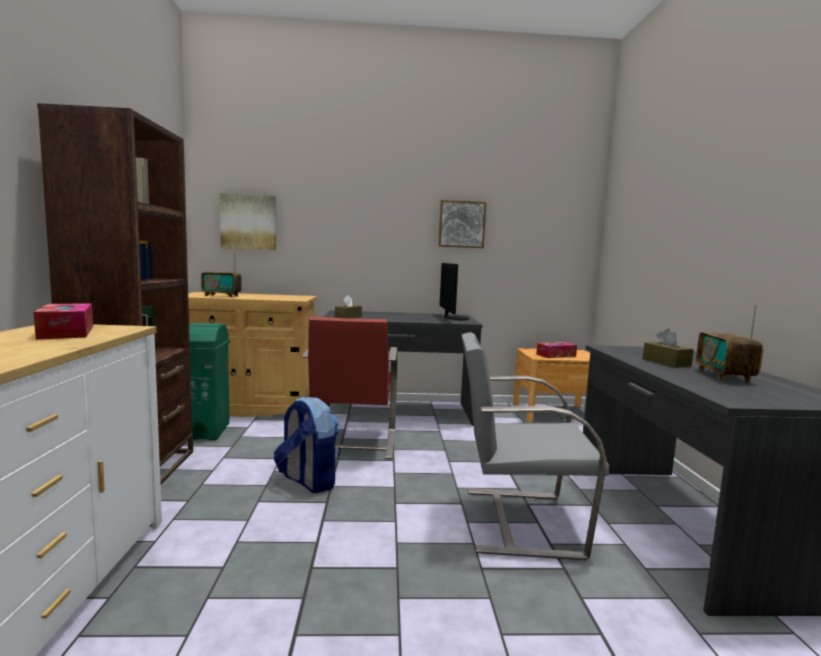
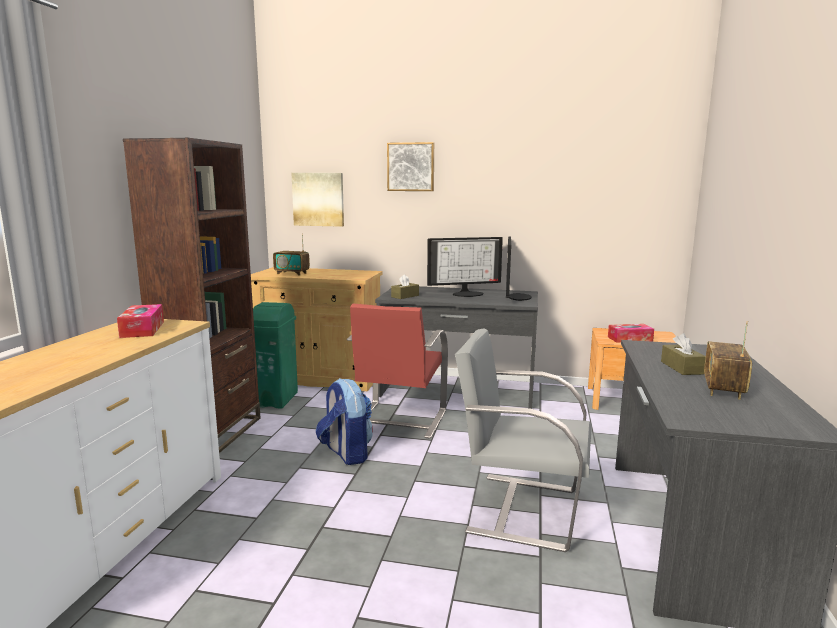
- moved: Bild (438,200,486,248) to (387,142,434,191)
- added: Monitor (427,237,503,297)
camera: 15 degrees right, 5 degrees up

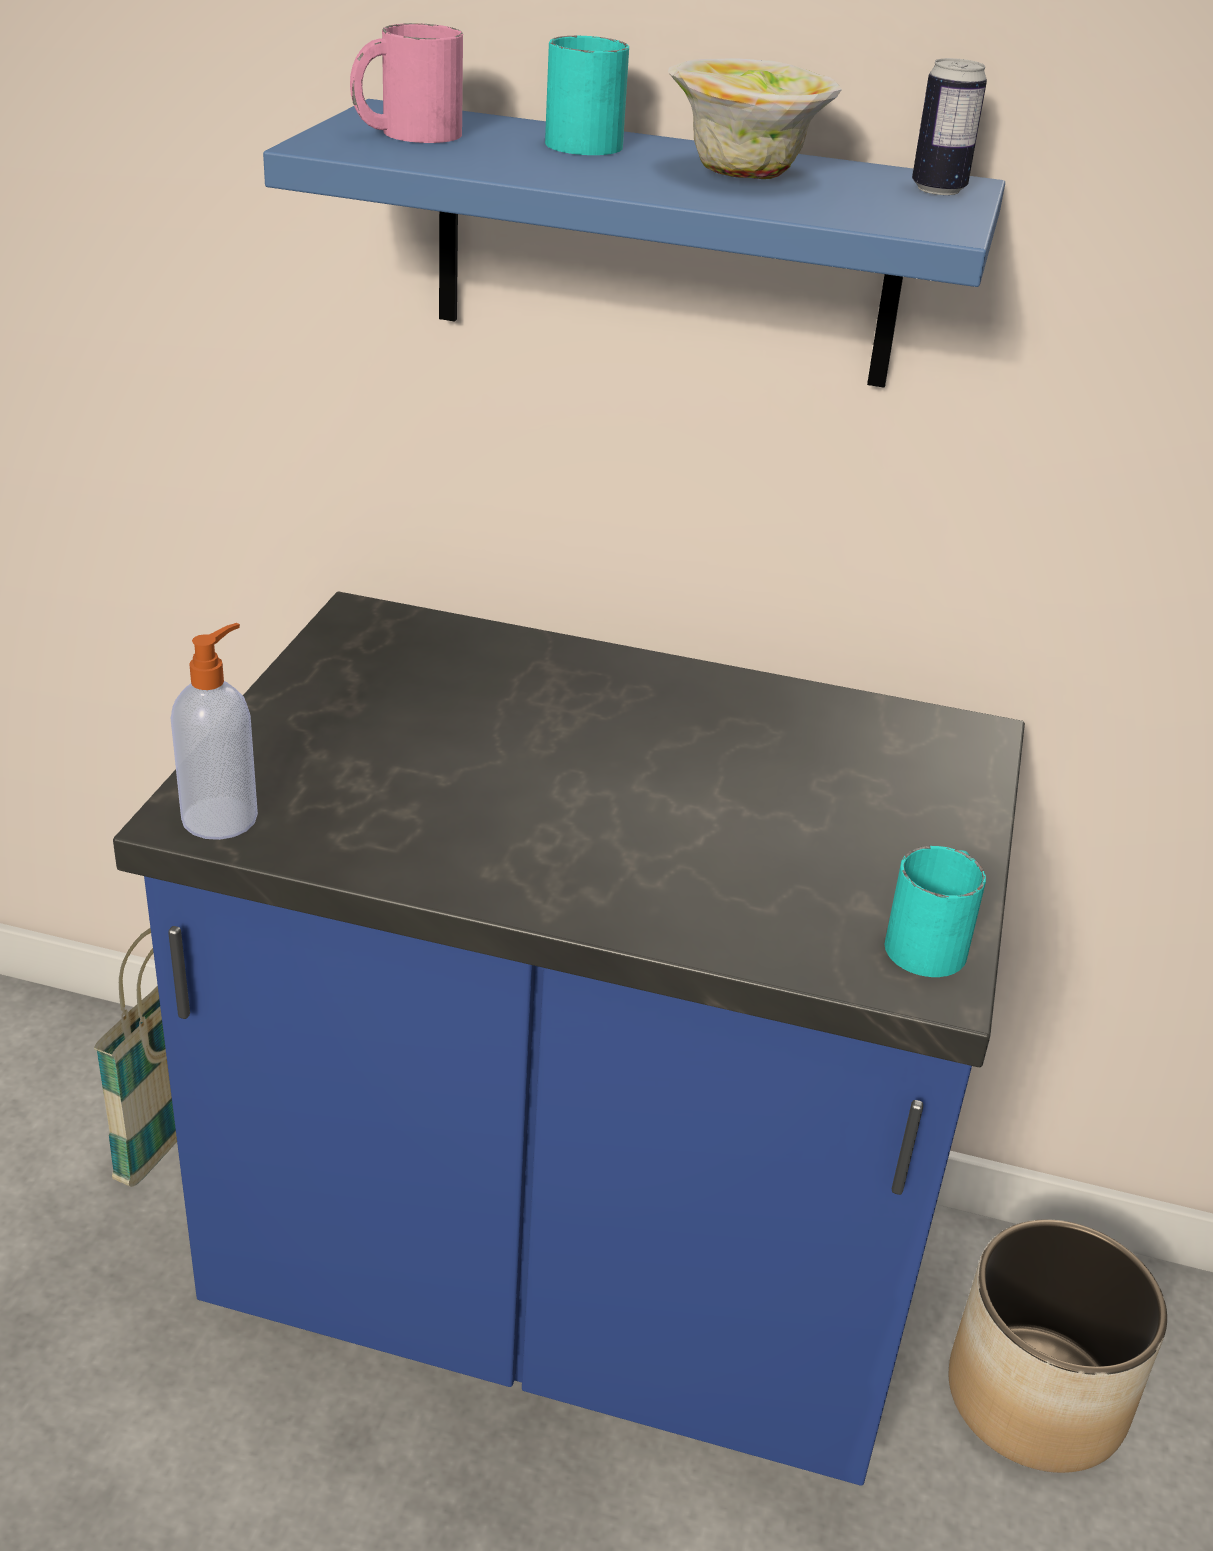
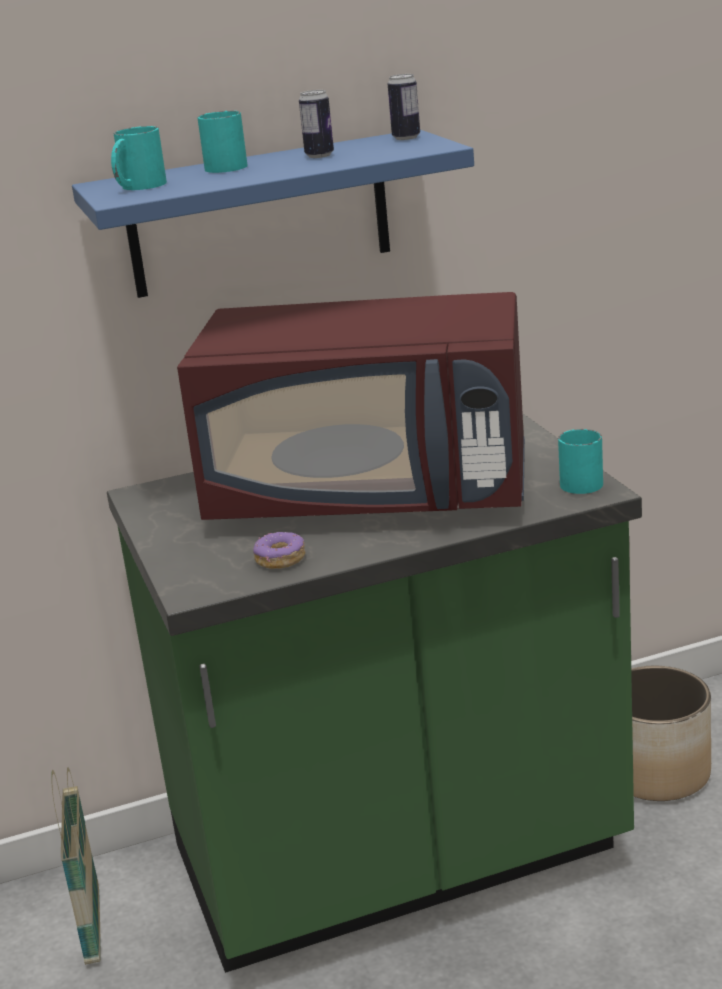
- recoloured: Küchenzeile (blau) (113,592,1025,1486) to Küchenzeile (grün) (107,414,642,973)
- removed: Seifenspender (171,623,258,840)
- recoloured: Henkelbecher (rosa) (350,23,463,143) to Henkelbecher (türkis) (111,126,167,190)
- replaced: Schüssel (668,58,842,179) to Dose (299,90,334,158)
- added: Mikrowelle (rot) (177,292,525,520)
- added: Donut (253,532,305,569)
camera: 30 degrees left, 10 degrees down

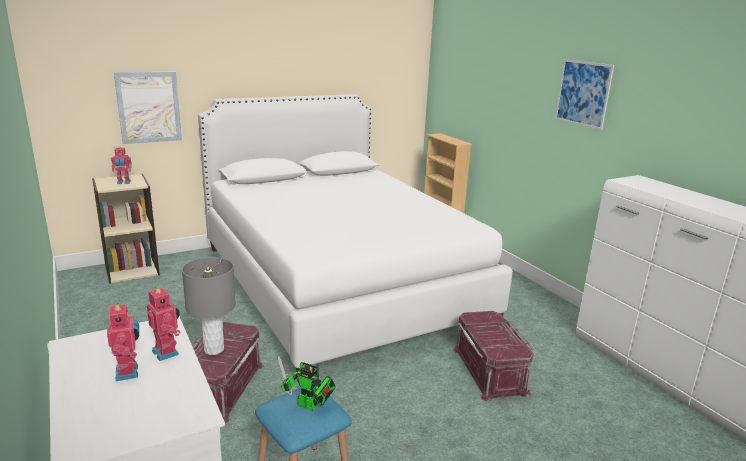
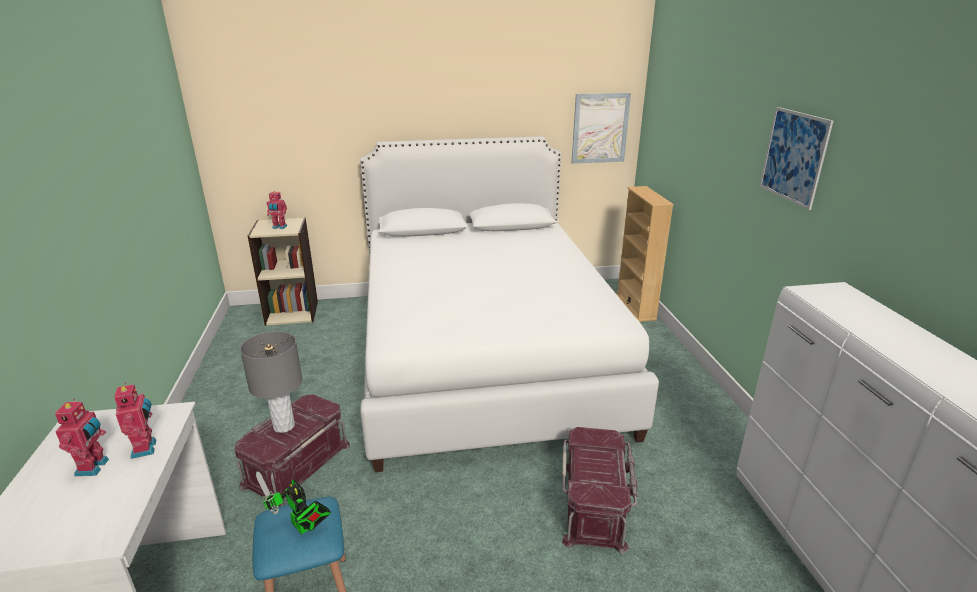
- moved: Bild (114,72,182,144) to (572,93,631,164)
camera: 20 degrees right, 5 degrees up

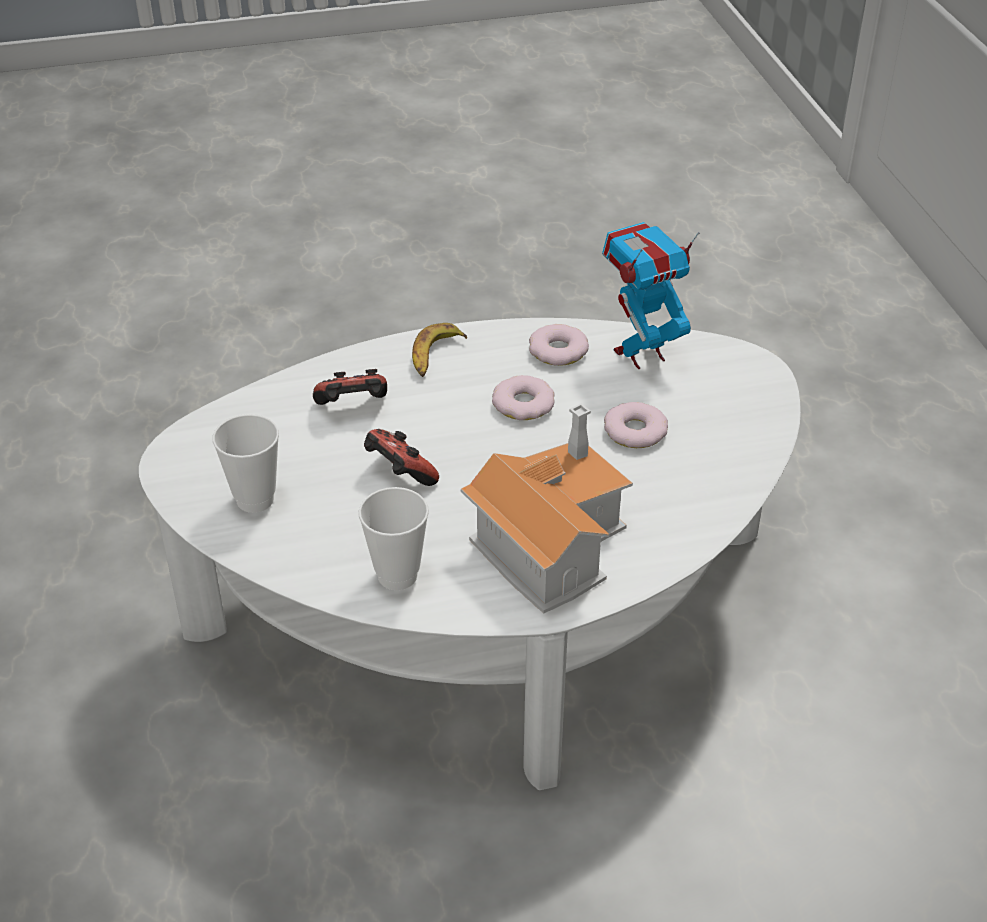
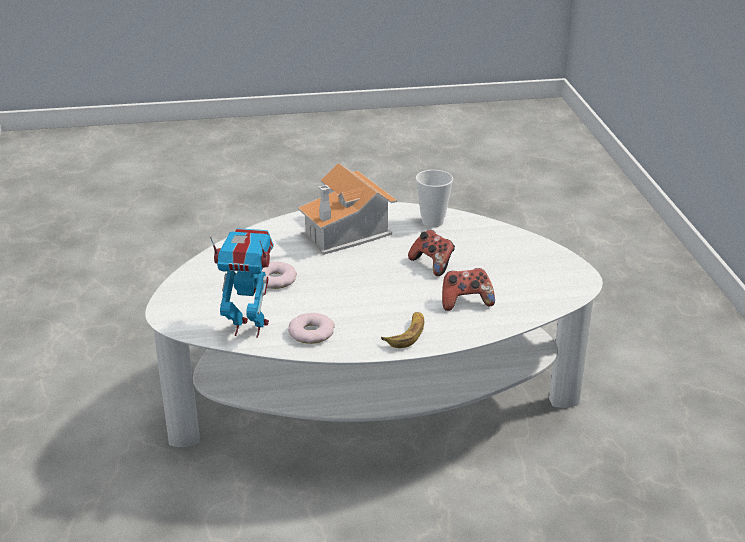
- removed: Tasse (213,414,279,513)
- removed: Donut (492,375,555,420)
- turned: Spielzeugroboter (602,222,699,369) = (210,228,274,338) 150 degrees counterclockwise
camera: 175 degrees left, 10 degrees down

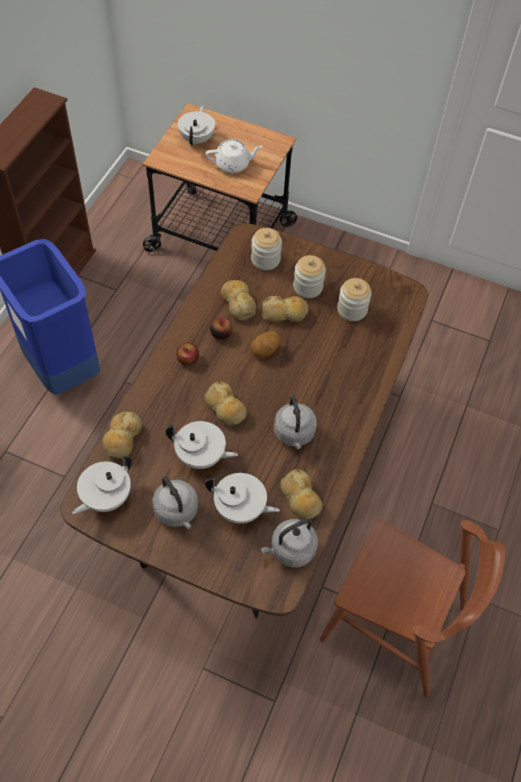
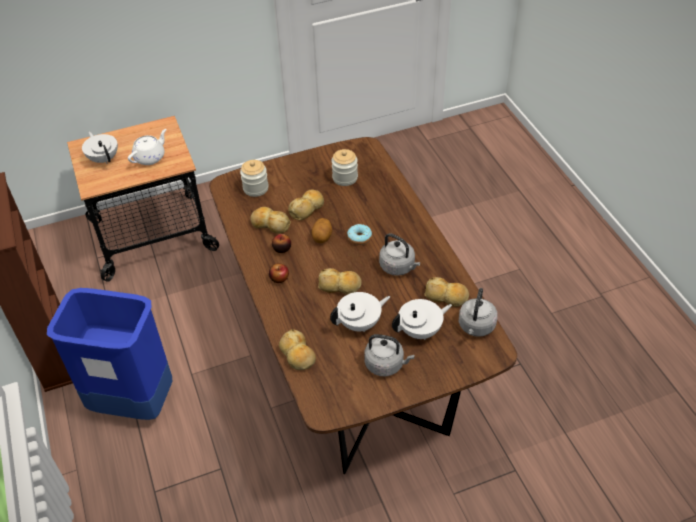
- removed: Teekanne (weiß) (72,456,132,514)
- removed: Vorratsglas (293,255,326,298)
- removed: Stuhl (braun) (320,519,505,698)
- added: Donut (347,224,372,245)
camera: 40 degrees left, 10 degrees down

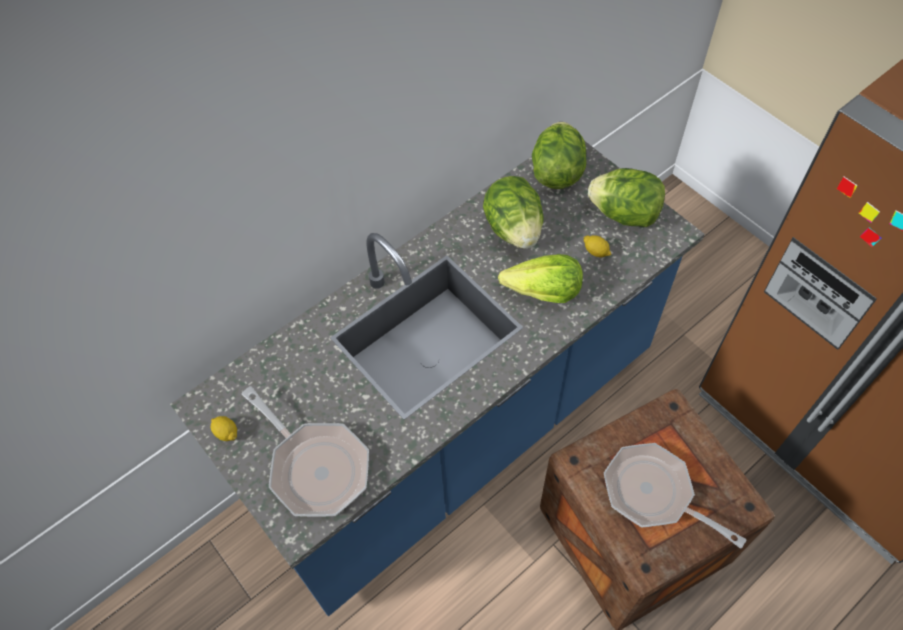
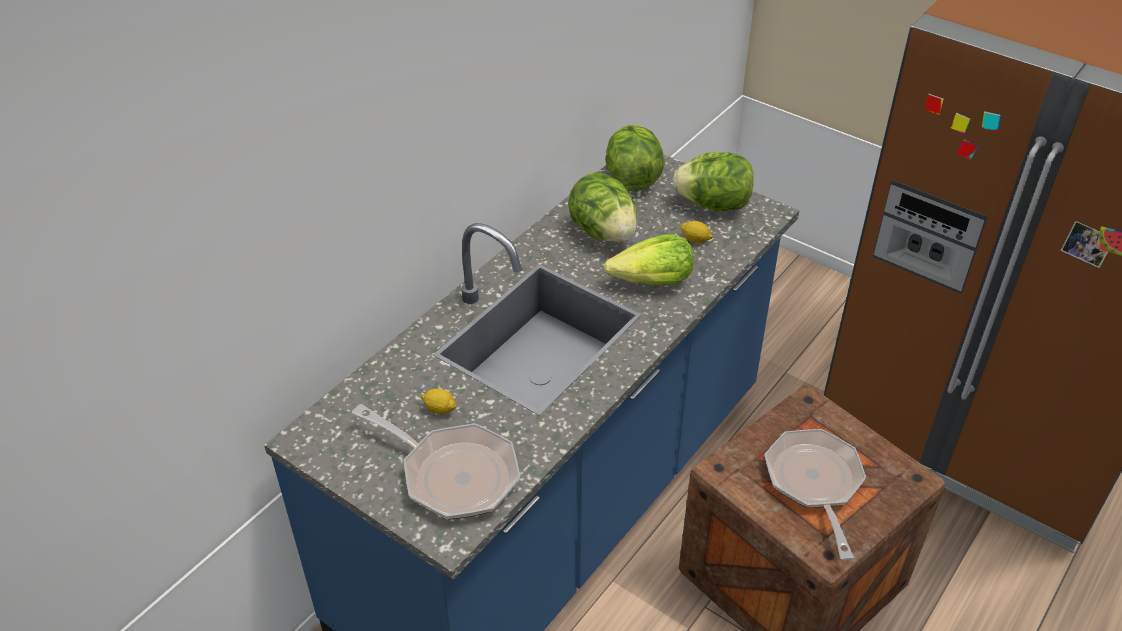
- moved: Zitrone (210,416,237,441) to (421,389,457,414)
- turned: Pfanne (604,443,746,549) = (765,429,866,560) 60 degrees clockwise
camera: 15 degrees left, 15 degrees down

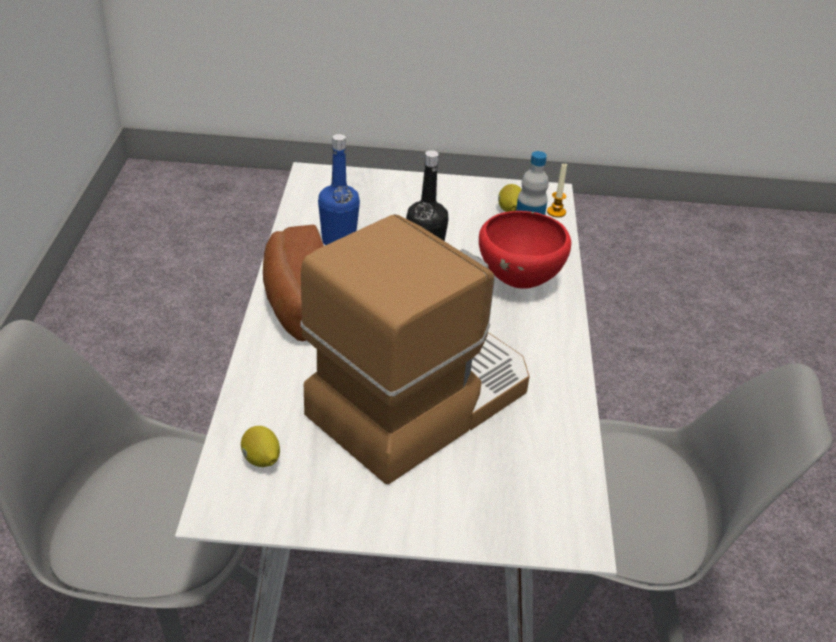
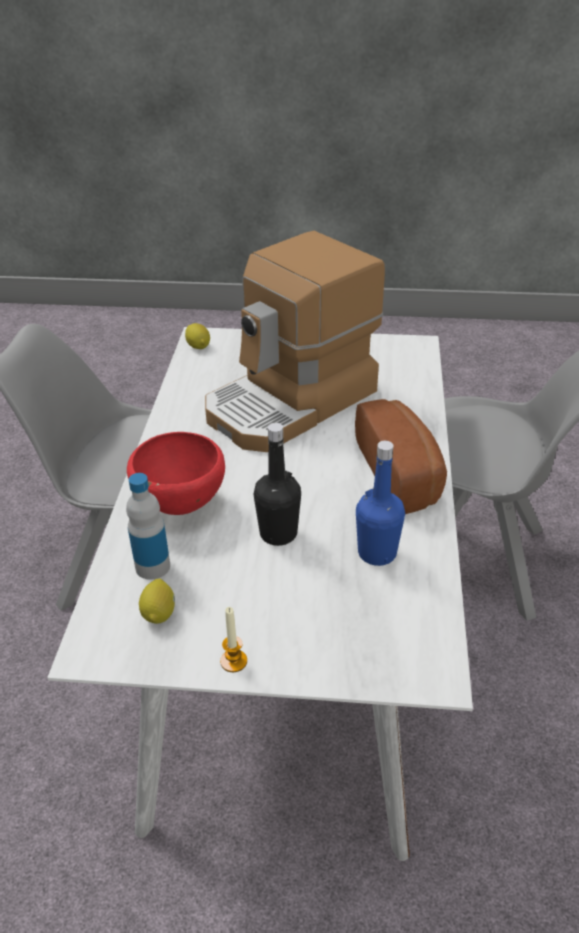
- moved: Zitrone (241,426,280,467) to (185,323,210,349)
- moved: Kerze (547,163,567,218) to (220,607,247,672)
camera: 175 degrees left, 0 degrees up

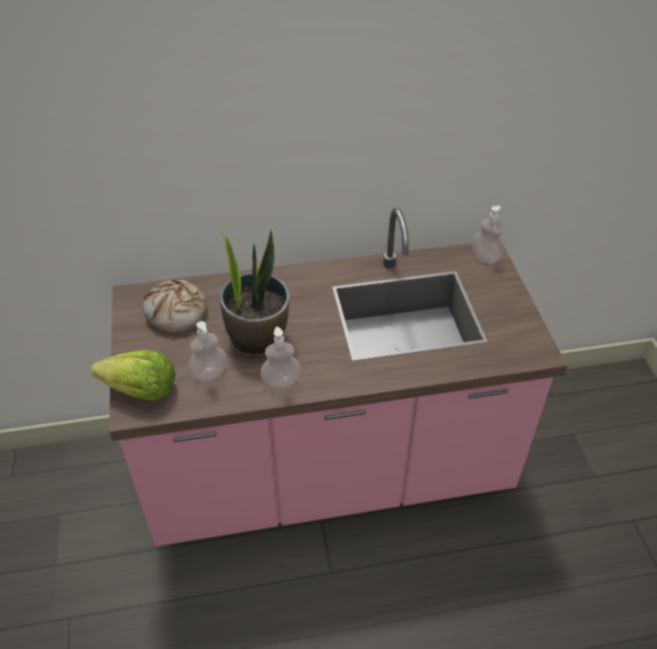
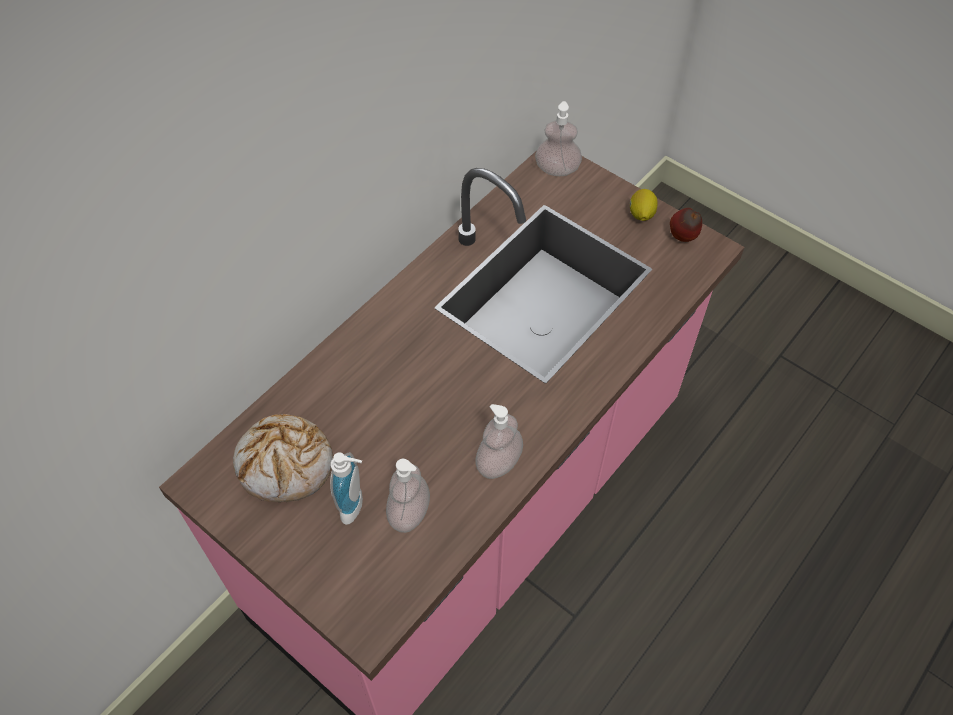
- removed: Salatkopf (91,350,176,401)
- removed: Topfpflanze (220,230,289,358)
- added: Seifenspender (330,452,363,525)
- added: Zitrone (630,189,658,221)
- added: Apfel (670,208,702,242)
camera: 40 degrees left, 10 degrees up

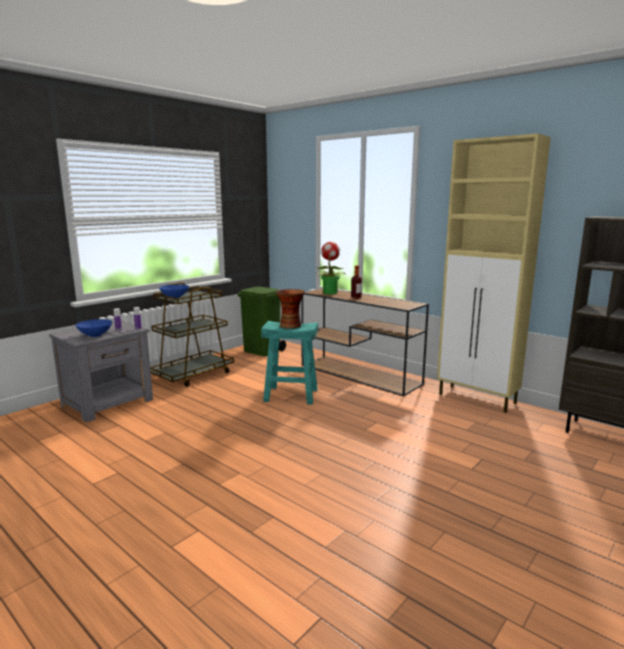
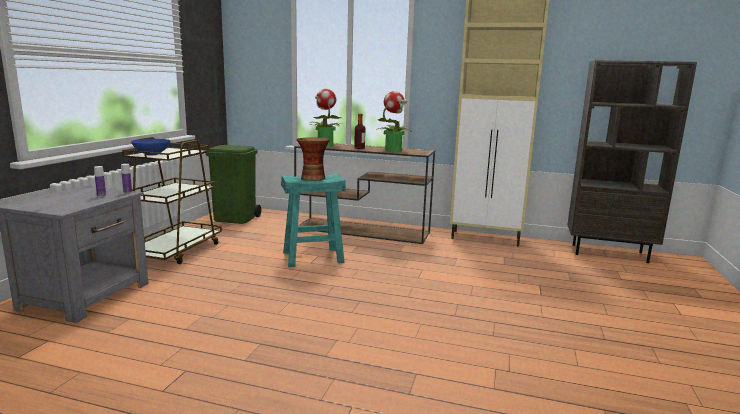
- removed: Schüssel (blau) (76,319,112,337)
- added: Topfpflanze (376,91,413,152)
camera: 25 degrees left, 0 degrees up

